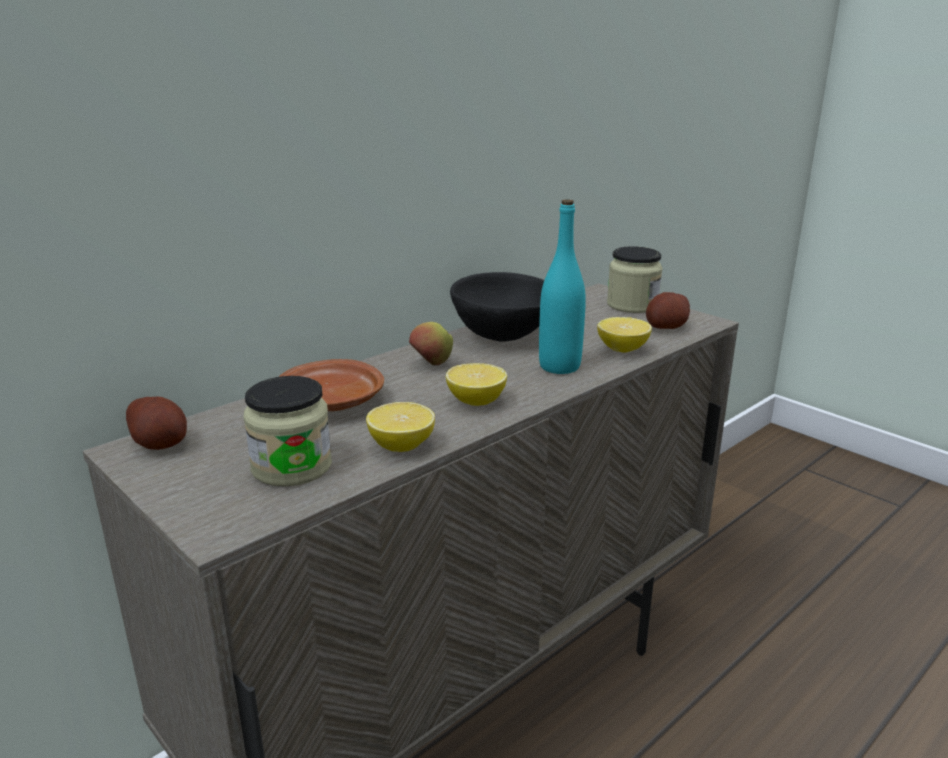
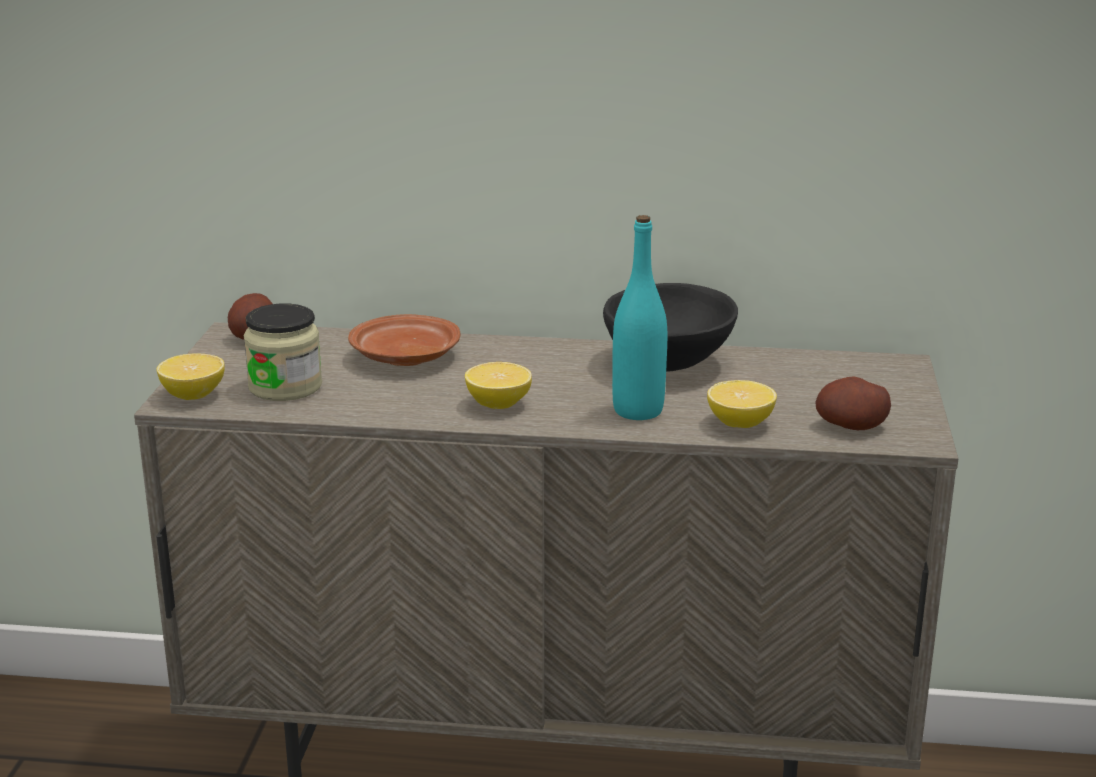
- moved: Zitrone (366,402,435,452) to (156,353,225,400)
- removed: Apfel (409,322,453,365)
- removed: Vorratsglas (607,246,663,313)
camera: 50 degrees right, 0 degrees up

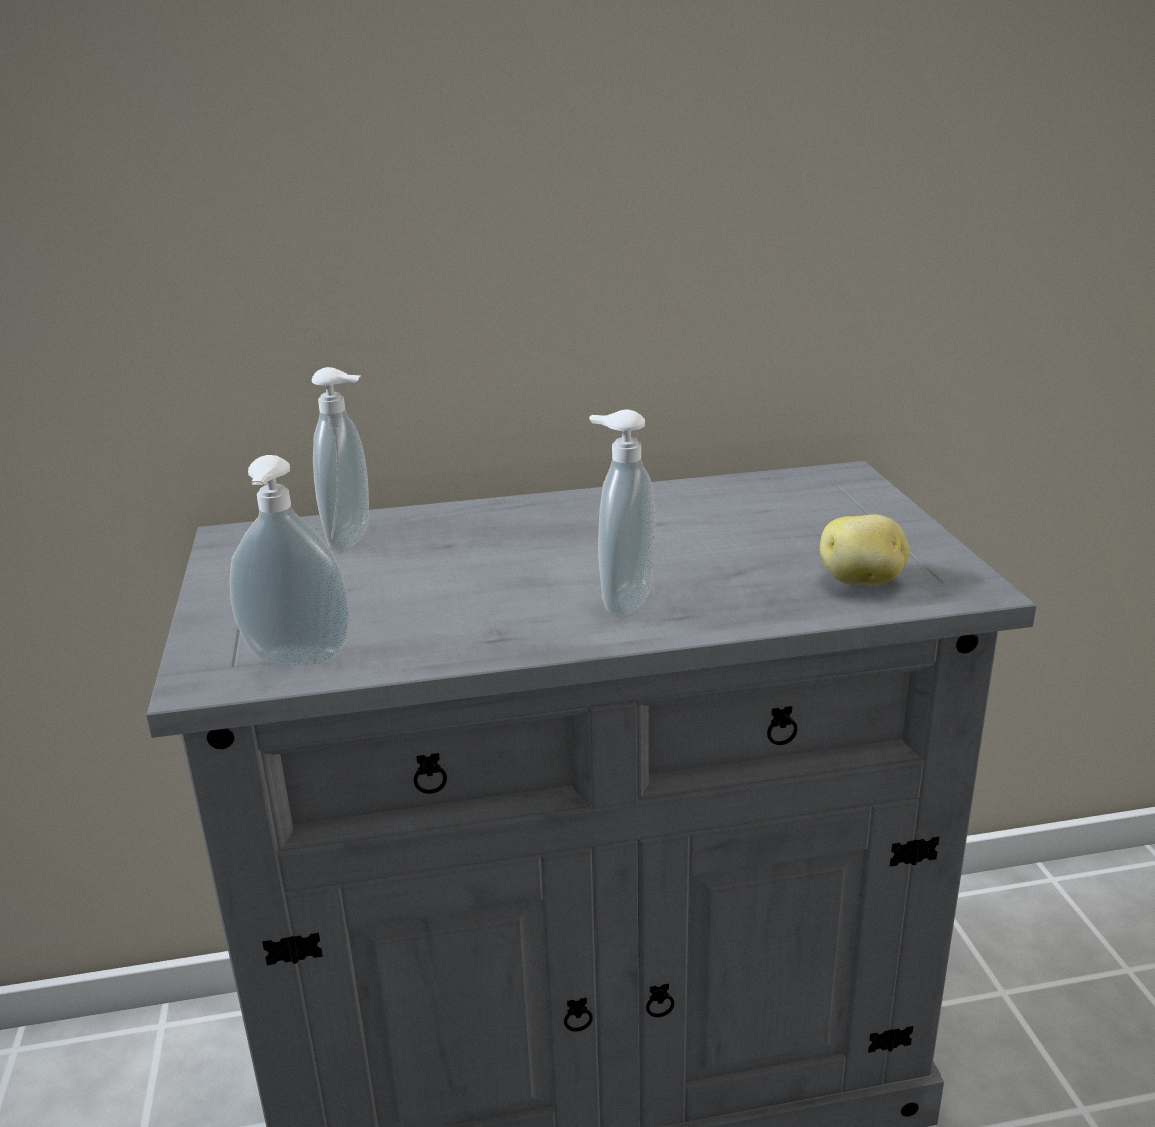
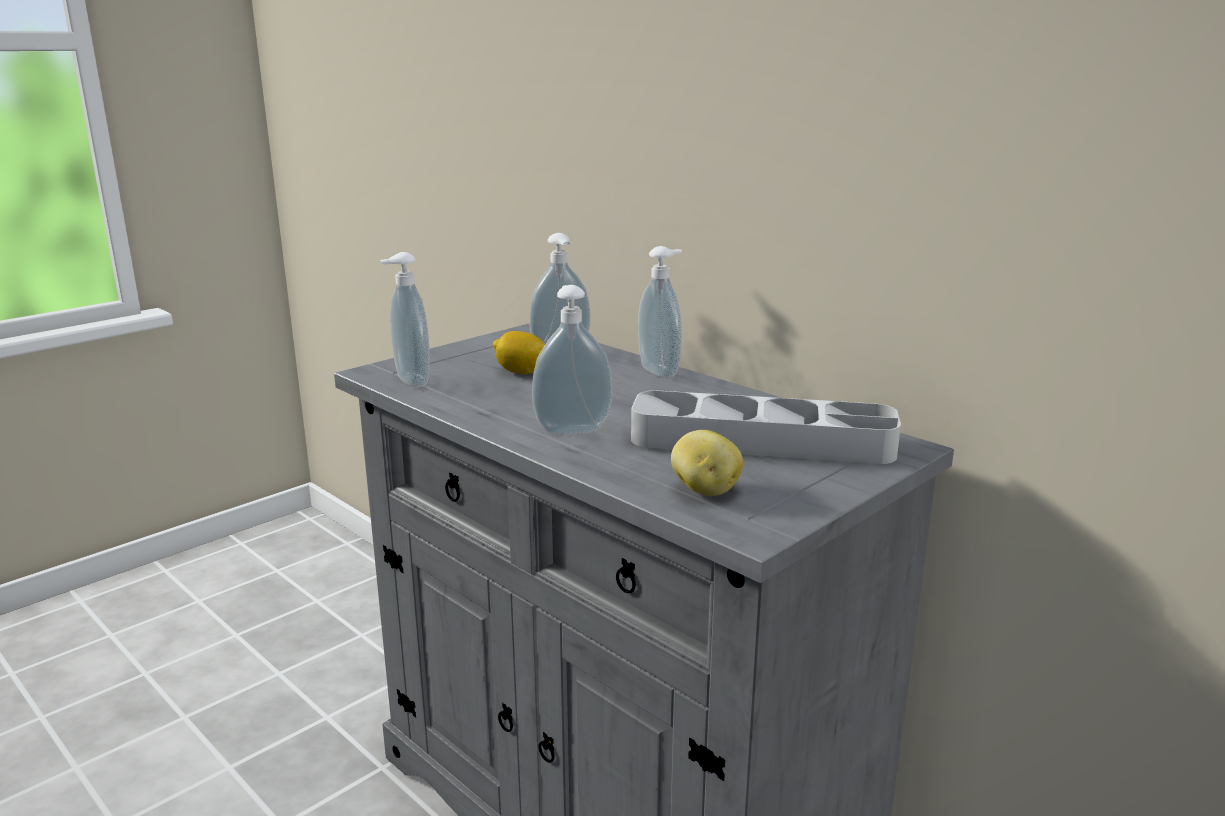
- added: Zitrone (492,331,545,374)
- added: Tablett (grau) (631,390,901,464)
- added: Seifenspender (638,246,682,378)
camera: 55 degrees right, 5 degrees down

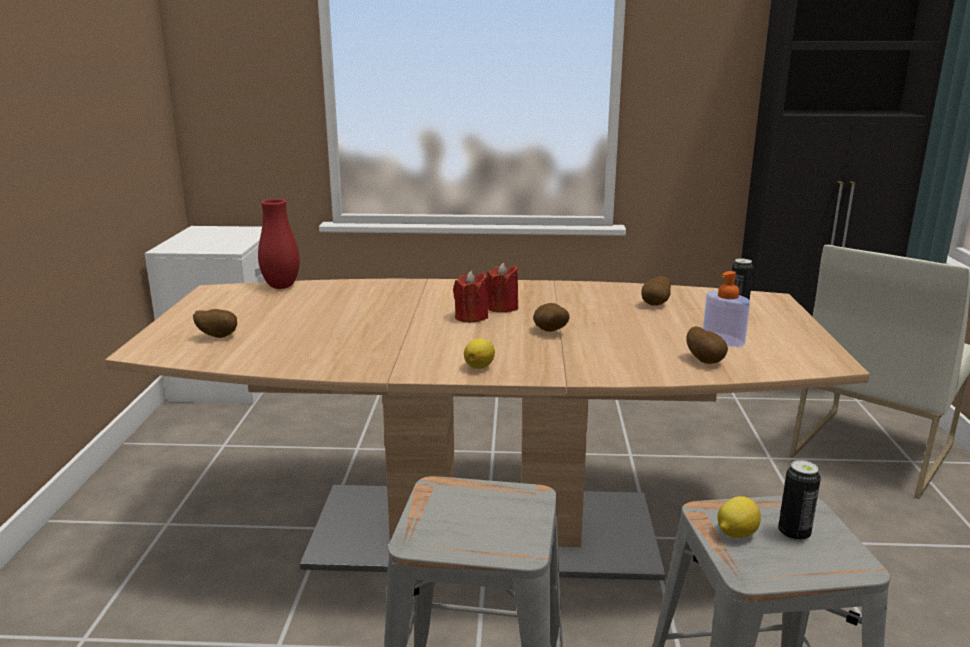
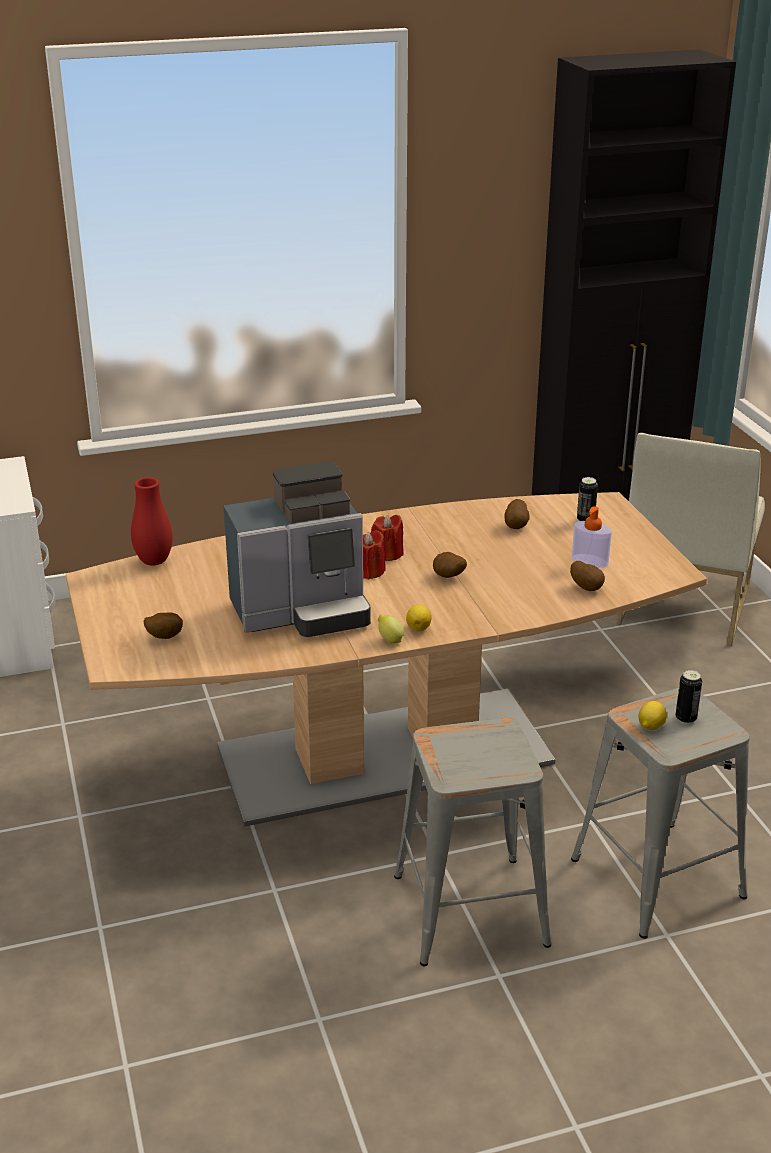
- added: Kaffeemaschine (224,461,371,637)
- added: Zitrone (378,614,404,643)
camera: 20 degrees left, 10 degrees up

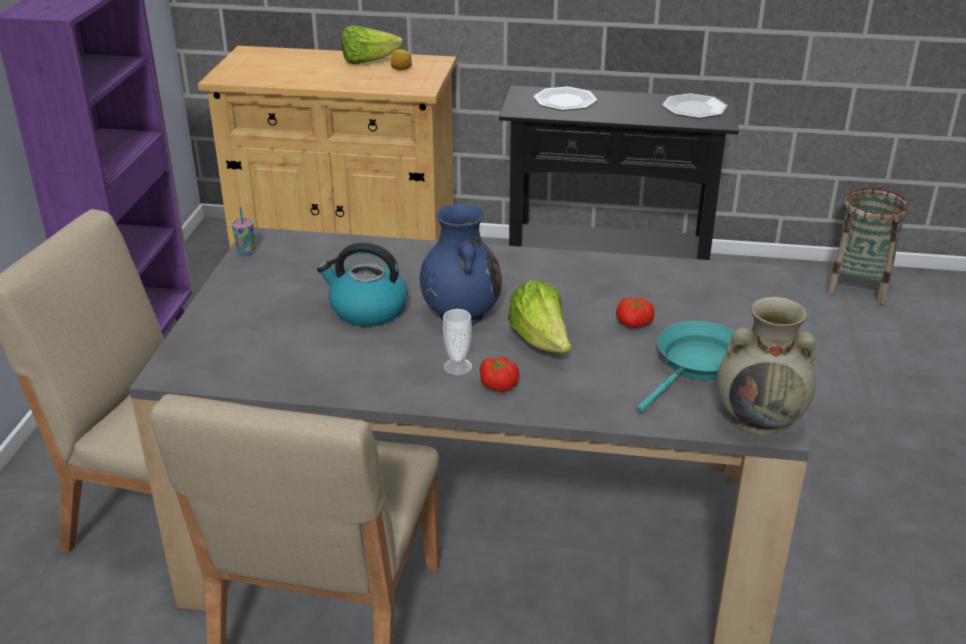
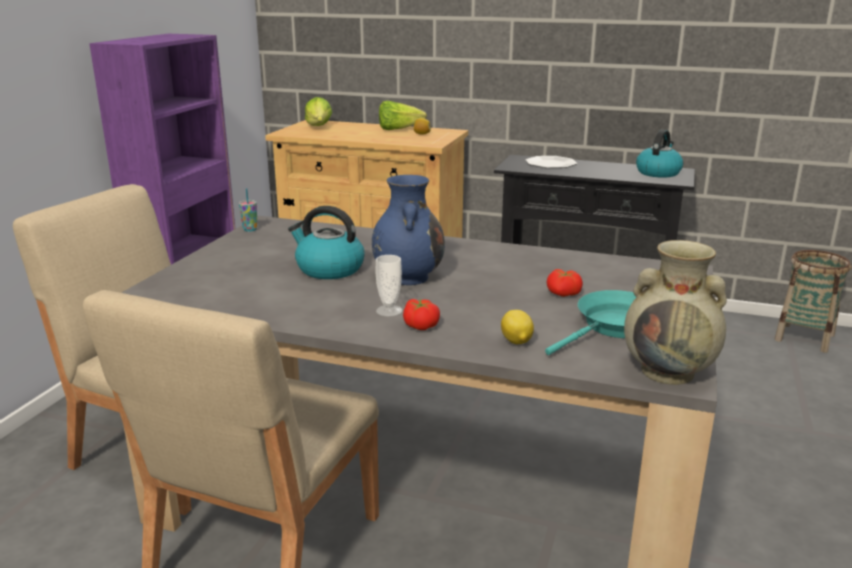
- moved: Salatkopf (508,280,571,353) to (305,97,332,126)
- replaced: Teller (662,93,727,118) to Wasserkessel (636,130,683,178)
- added: Zitrone (501,310,534,344)
camera: 10 degrees right, 10 degrees down

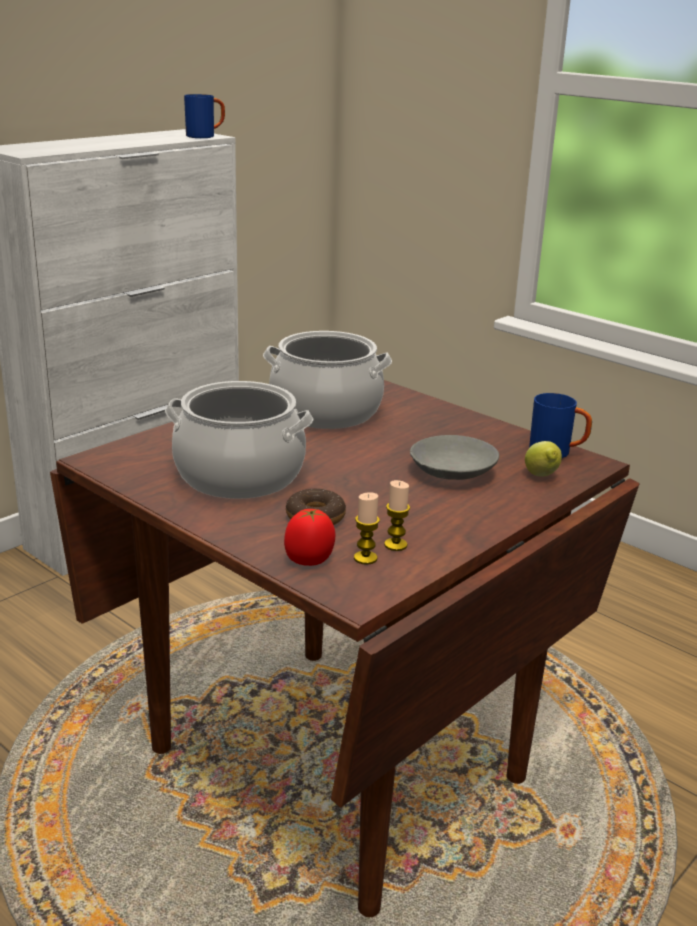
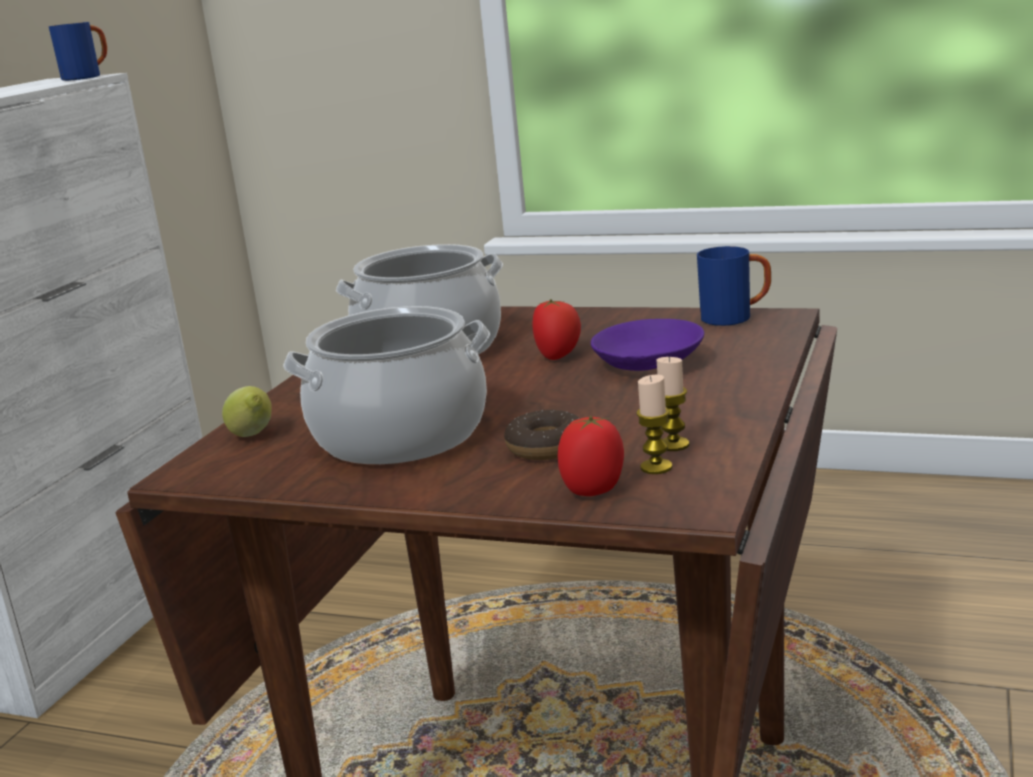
- recoloured: Schüssel (grau) (410,435,499,480) to Schüssel (lila) (591,319,704,371)
- moved: Zitrone (525,441,562,476) to (222,386,272,437)
- added: Tomate (532,299,581,360)
camera: 20 degrees left, 5 degrees down

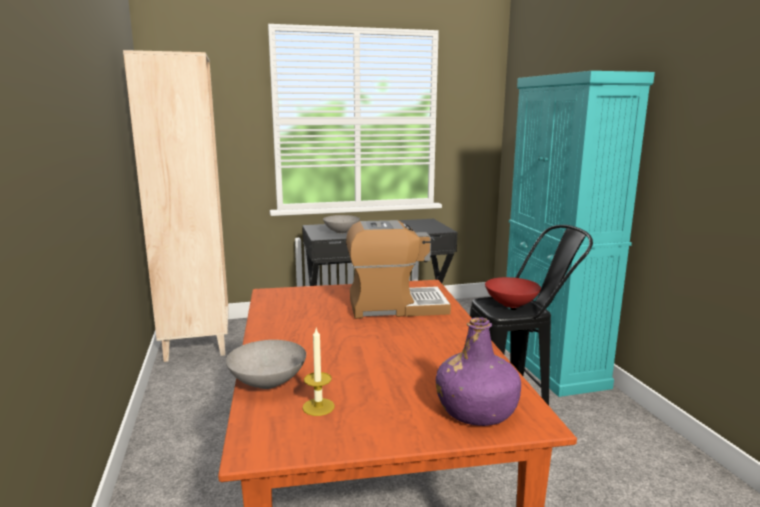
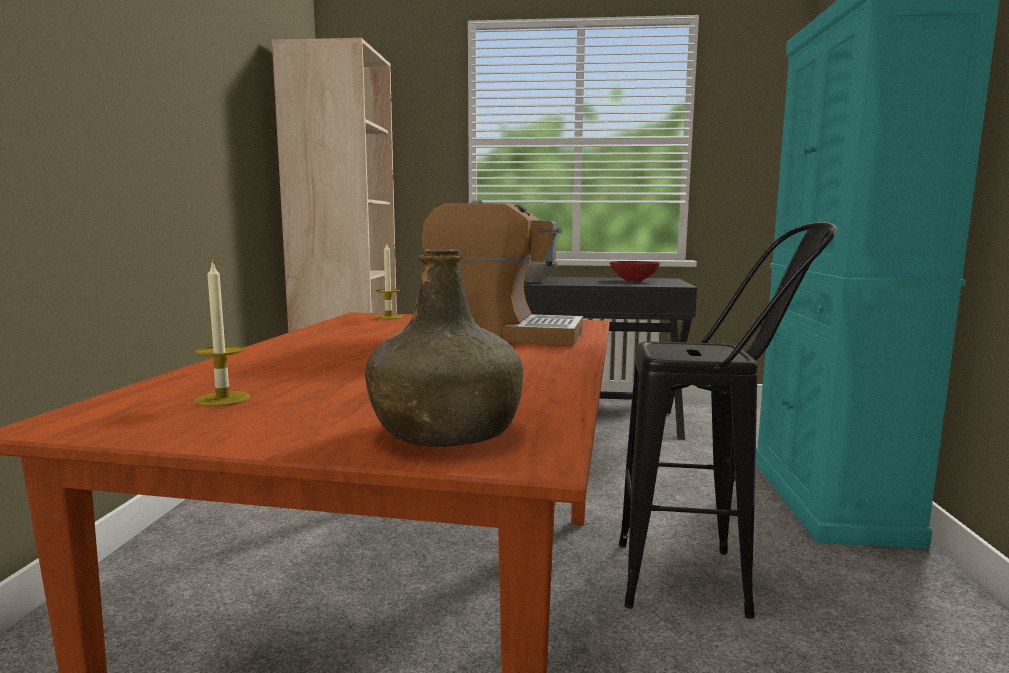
- removed: Schüssel (grau) (226,340,306,389)
- recoloured: Flasche (lila) (436,317,521,426) to Flasche (grün) (365,249,523,447)
- moved: Schüssel (rot) (485,277,541,308) to (610,261,660,282)
- added: Kerze (375,242,403,319)
camera: 20 degrees right, 5 degrees down

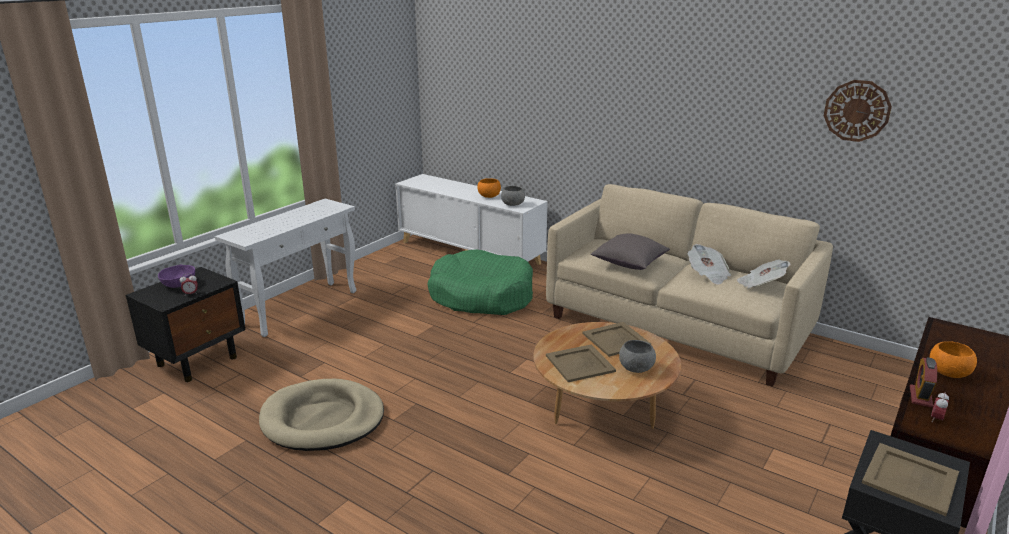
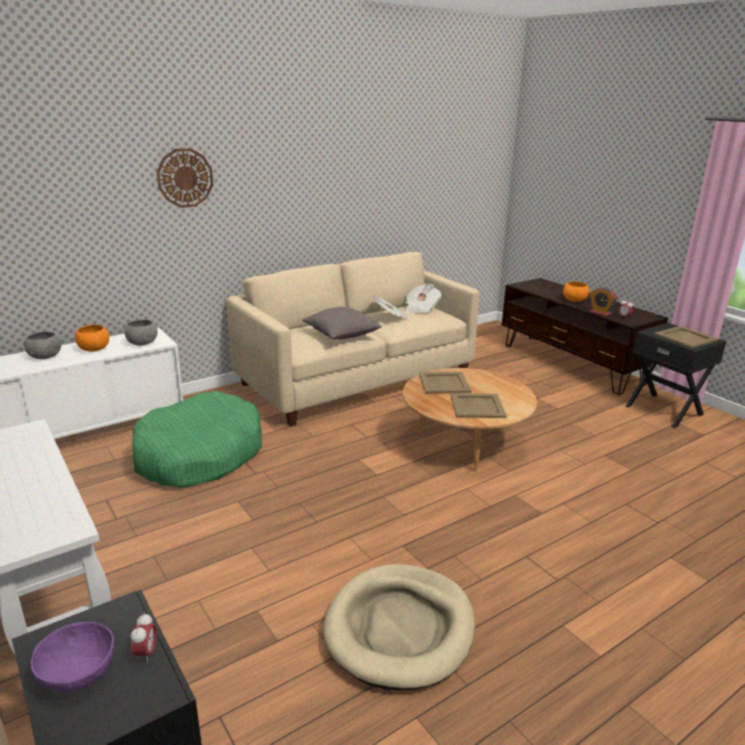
- moved: Schüssel (grau) (619,340,656,373) to (24,331,61,359)
- moved: Wanduhr (824,80,892,142) to (157,148,213,208)
camera: 70 degrees left, 0 degrees up

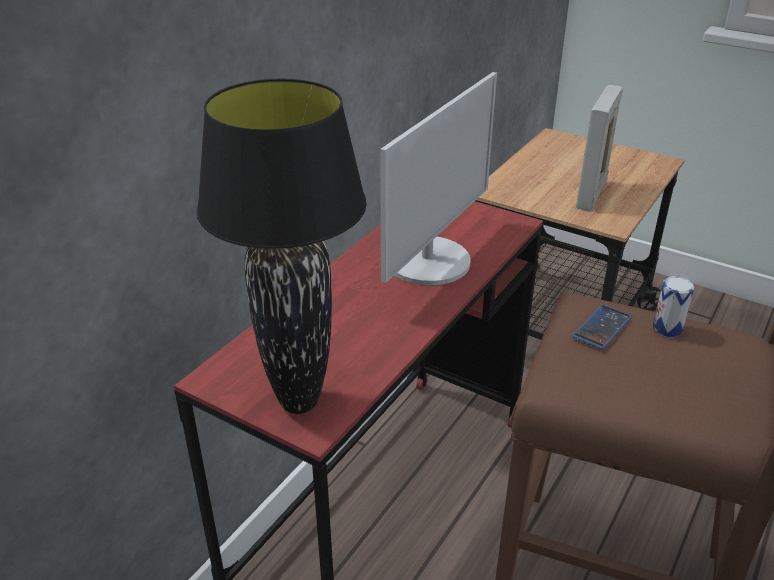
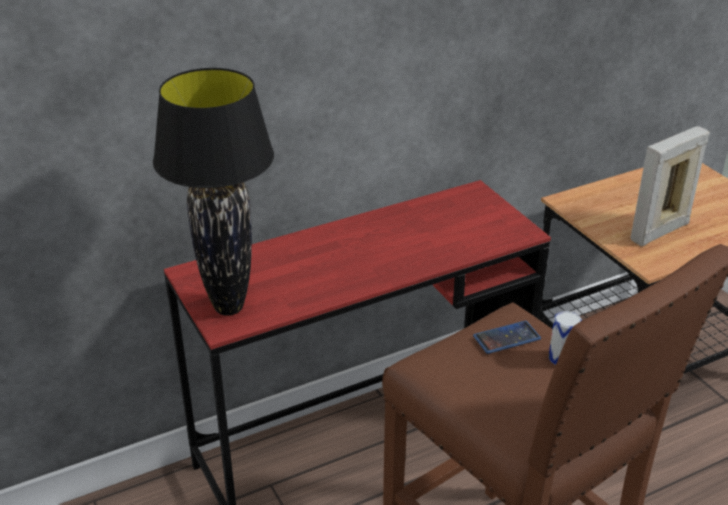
- removed: Monitor (380,72,497,285)
camera: 30 degrees right, 0 degrees up

